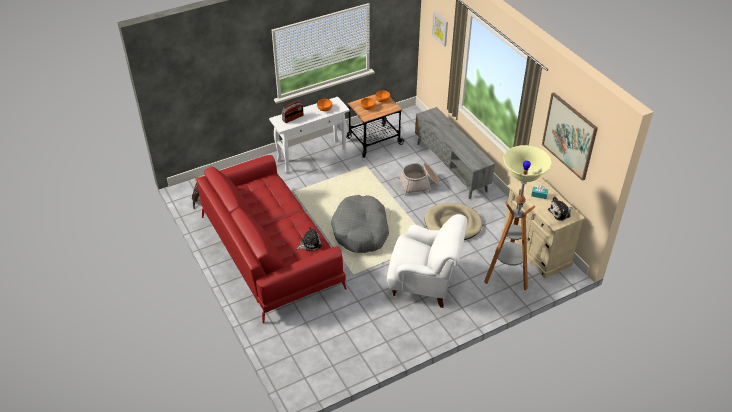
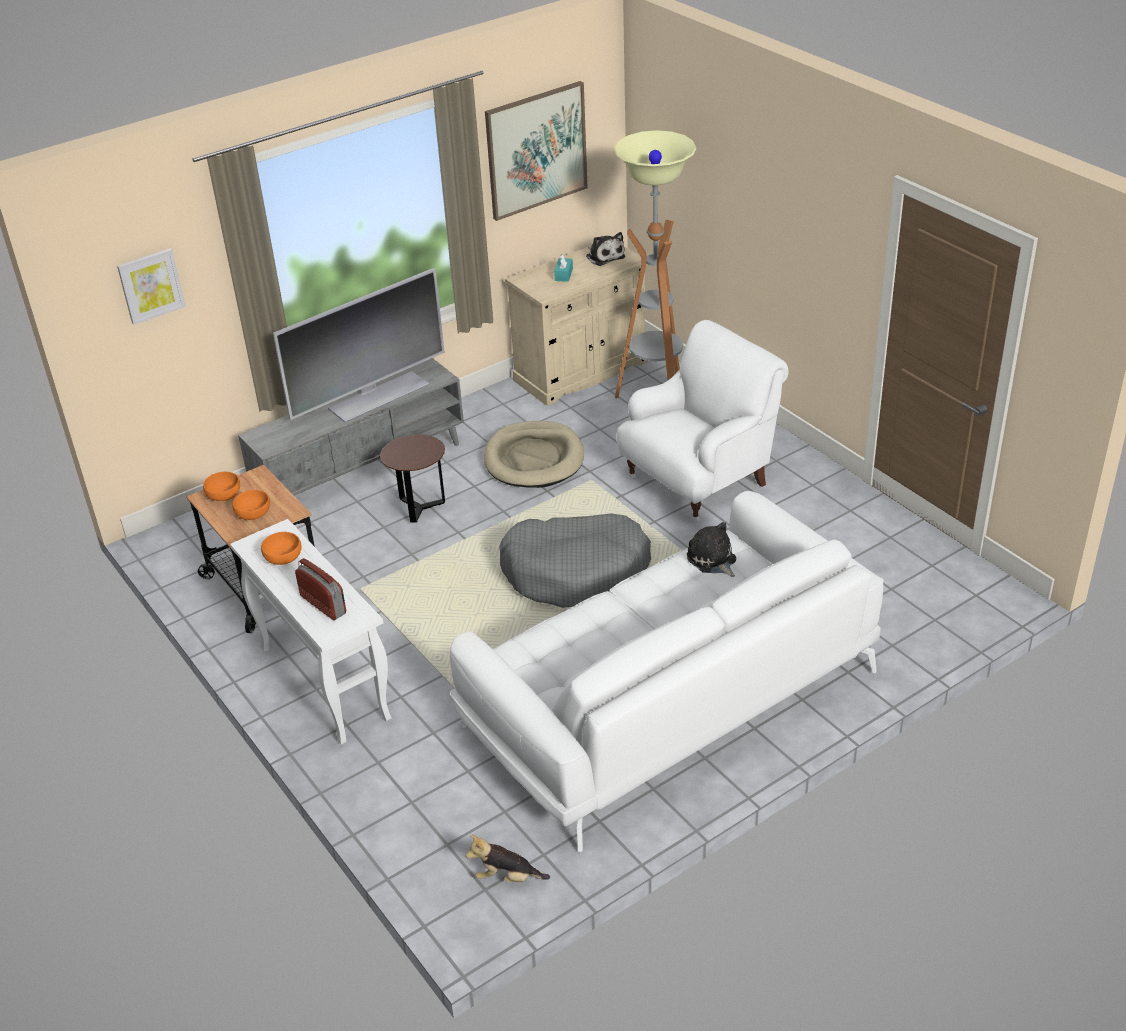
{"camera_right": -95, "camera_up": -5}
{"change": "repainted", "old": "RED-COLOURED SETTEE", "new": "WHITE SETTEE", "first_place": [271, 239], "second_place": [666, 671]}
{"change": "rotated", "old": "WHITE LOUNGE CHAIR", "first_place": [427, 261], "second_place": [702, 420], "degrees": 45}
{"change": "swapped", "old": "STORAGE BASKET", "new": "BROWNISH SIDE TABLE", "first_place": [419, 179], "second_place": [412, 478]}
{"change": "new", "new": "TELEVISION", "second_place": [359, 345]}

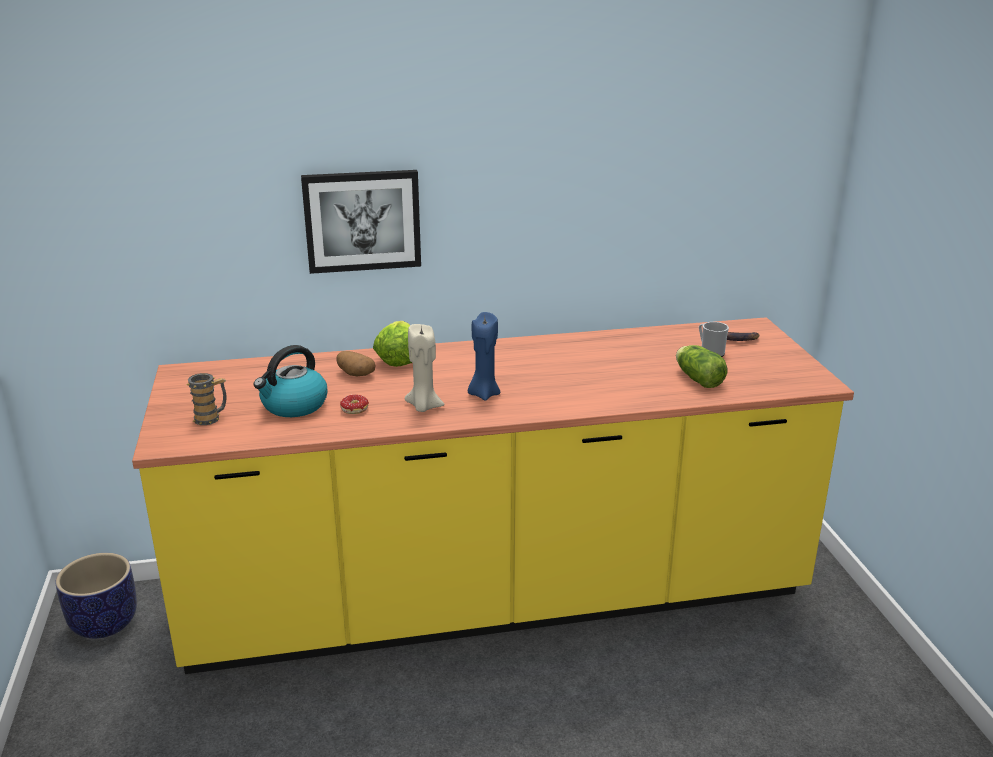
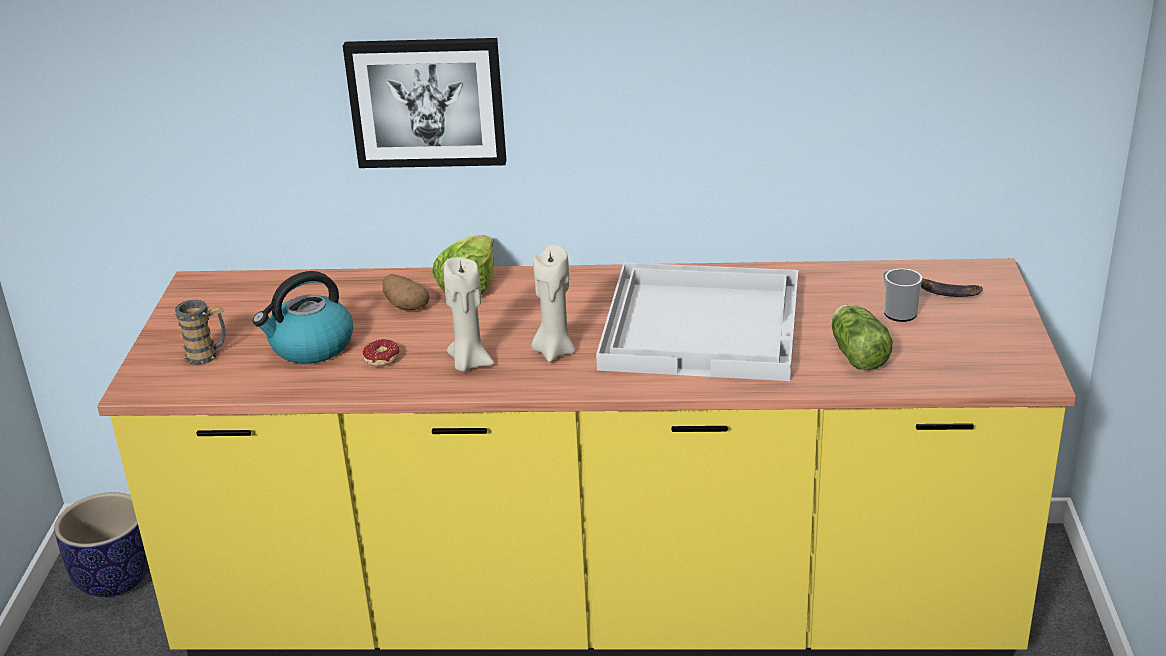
{"camera_right": 15, "camera_up": 5}
{"change": "repainted", "old": "BLUE-COLOURED WAX LIGHT", "new": "BEIGE-COLOURED WAX LIGHT", "first_place": [484, 356], "second_place": [553, 303]}
{"change": "new", "new": "WHITE CARRYING TRAY", "second_place": [697, 321]}

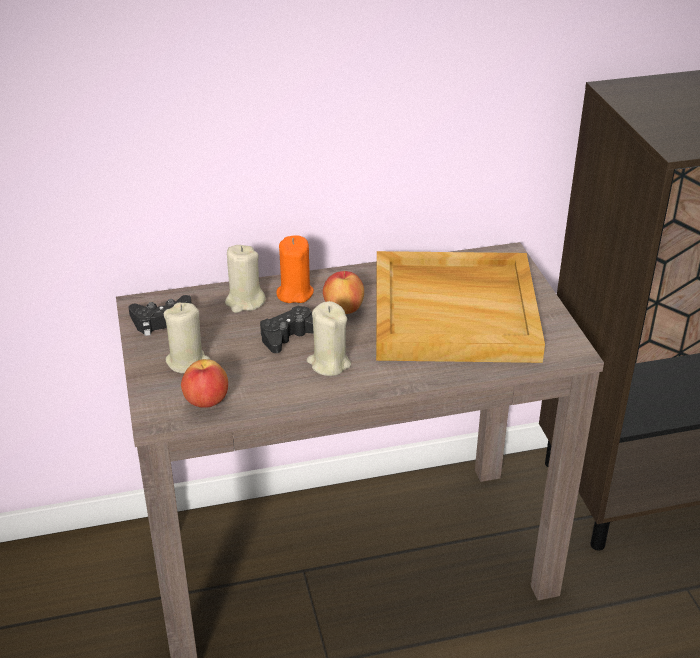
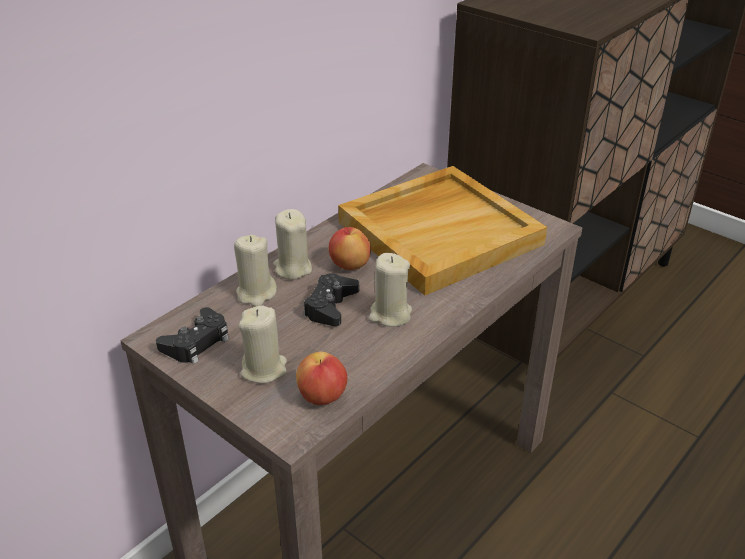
{"camera_right": -35, "camera_up": 0}
{"change": "repainted", "old": "ORANGEY WAX LIGHT", "new": "BEIGE-COLOURED WAX LIGHT", "first_place": [295, 269], "second_place": [292, 244]}

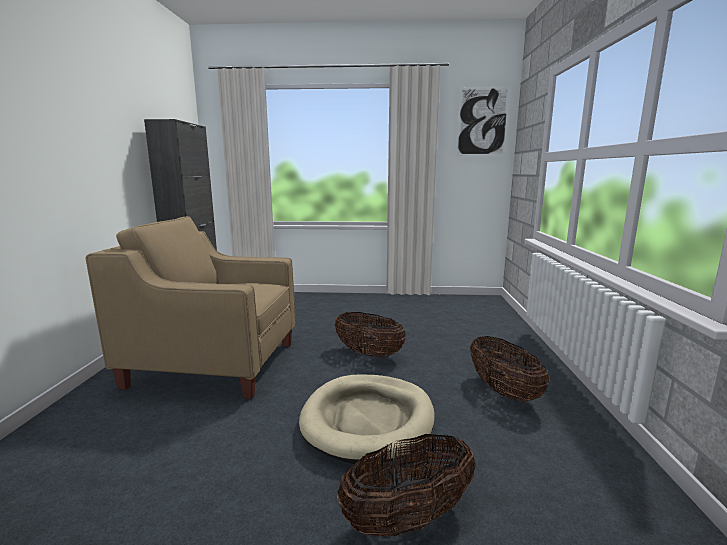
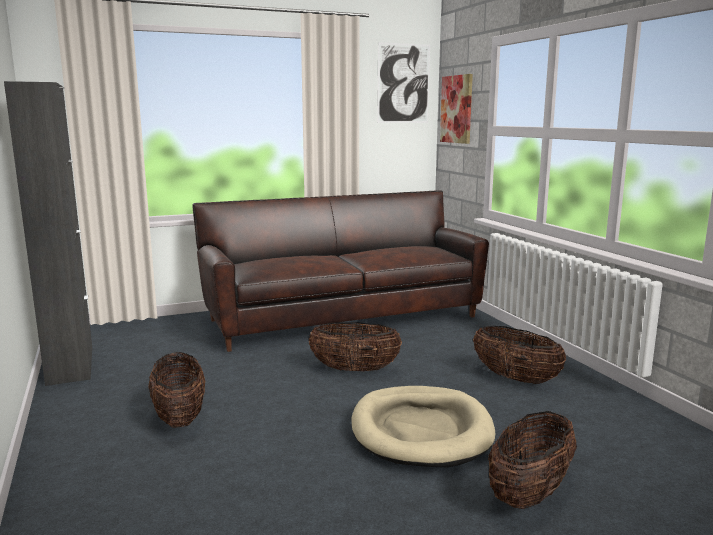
{"camera_right": -25, "camera_up": 0}
{"change": "swapped", "old": "BEIGE-COLOURED LOUNGE CHAIR", "new": "STORAGE BASKET", "first_place": [191, 307], "second_place": [176, 390]}
{"change": "new", "new": "BROWNISH SETTEE", "second_place": [340, 271]}
{"change": "new", "new": "PICTURE", "second_place": [456, 109]}

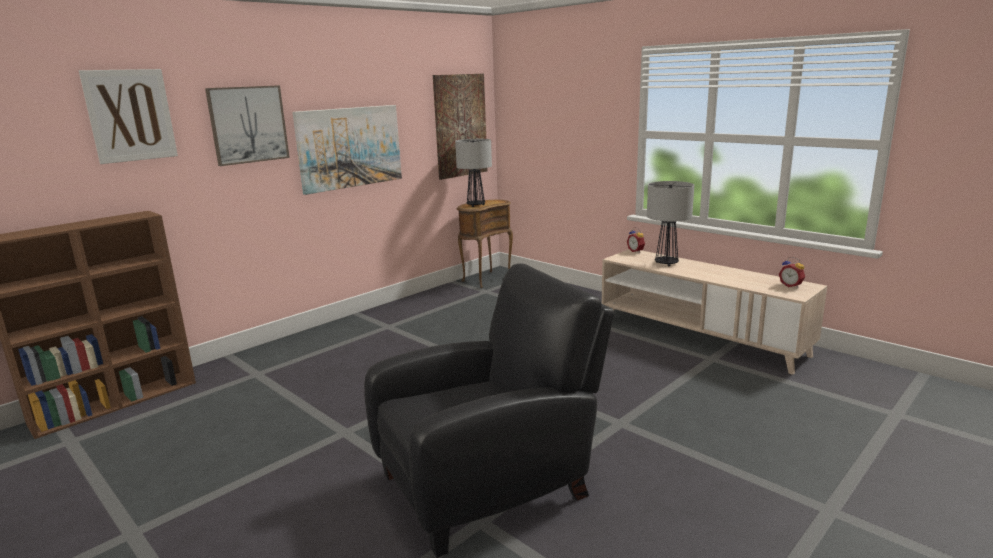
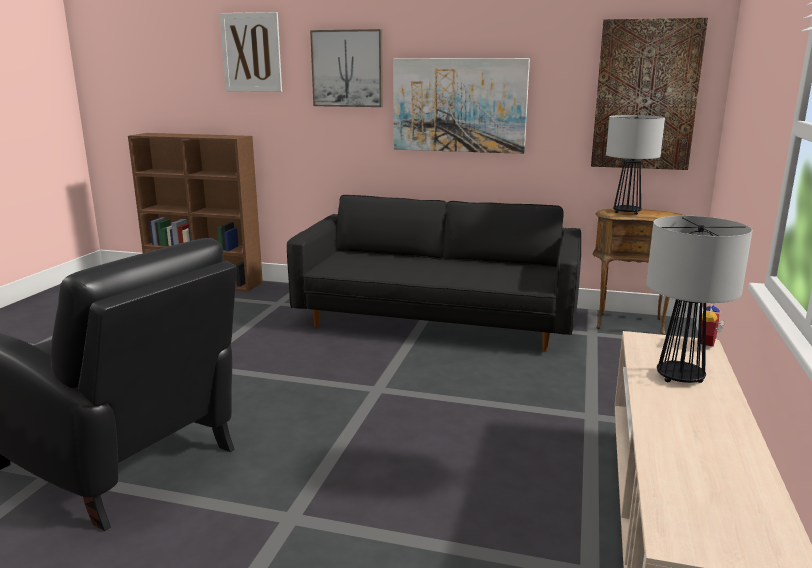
{"camera_right": 60, "camera_up": 0}
{"change": "gone", "old": "BEDSIDE CLOCK", "first_place": [792, 272]}
{"change": "new", "new": "BLACKISH SETTEE", "second_place": [434, 273]}

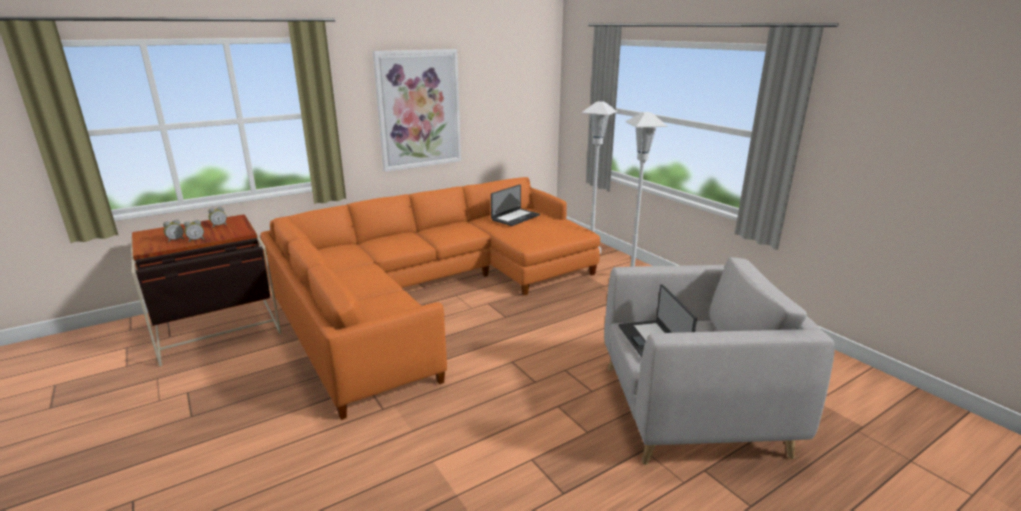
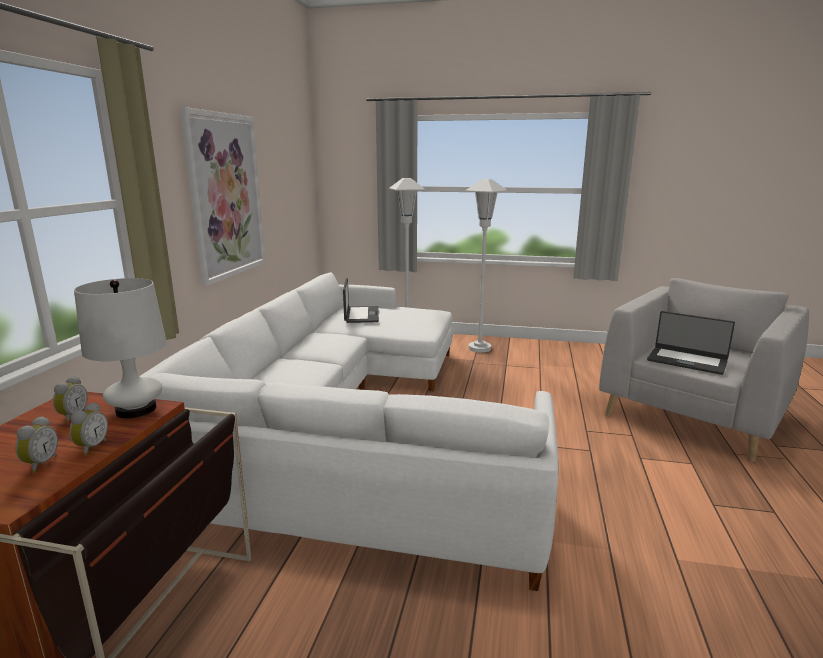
{"camera_right": -45, "camera_up": -5}
{"change": "repainted", "old": "ORANGEY SETTEE", "new": "WHITE SETTEE", "first_place": [430, 298], "second_place": [349, 431]}
{"change": "new", "new": "WHITE LAMP FOR A TABLE", "second_place": [120, 348]}

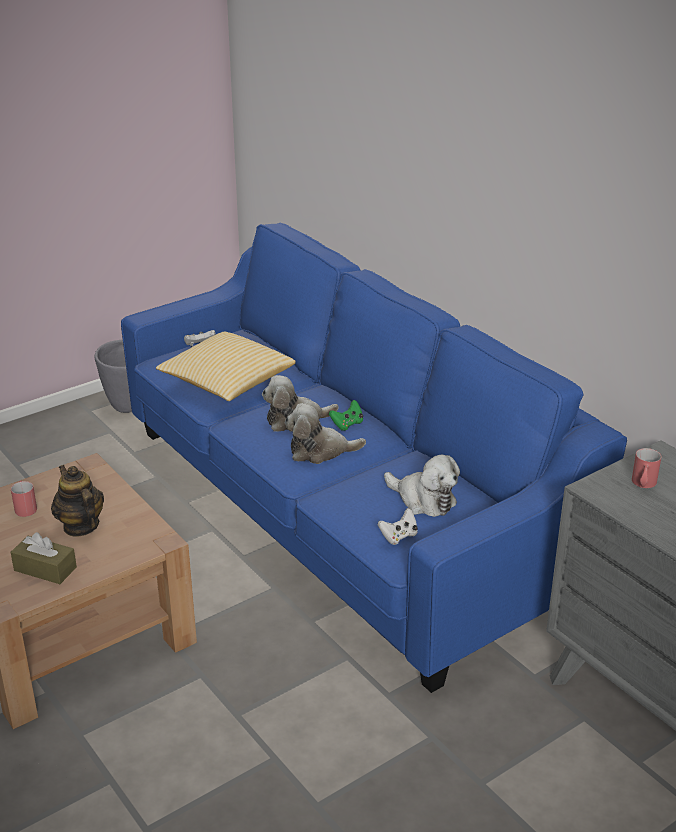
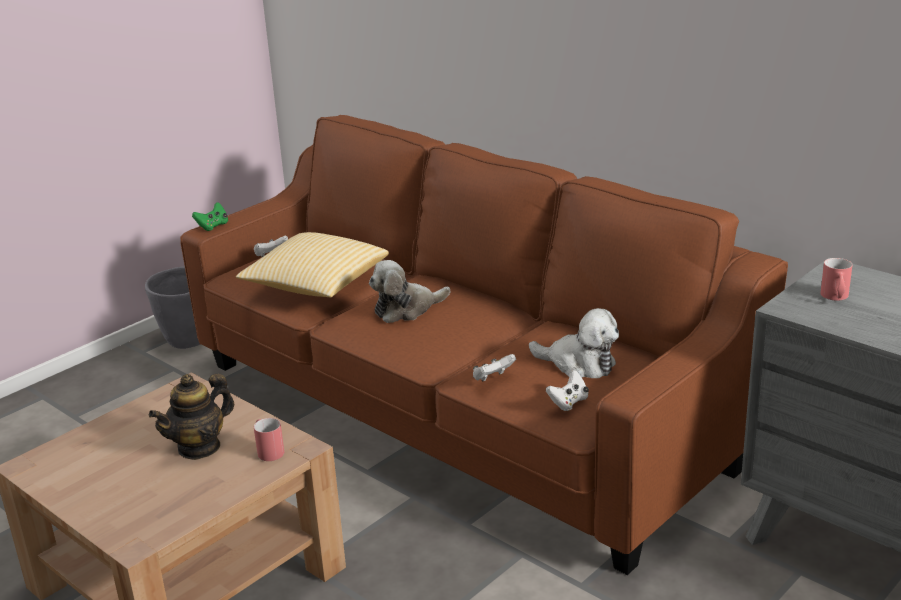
{"camera_right": -10, "camera_up": -5}
{"change": "shifted", "old": "RED-COLOURED COFFEE MUG", "first_place": [24, 499], "second_place": [269, 439]}
{"change": "gone", "old": "BROWNISH BOX OF TISSUES", "first_place": [44, 558]}
{"change": "rotated", "old": "POT FOR TEA", "first_place": [77, 501], "second_place": [191, 417], "degrees": -90}
{"change": "repainted", "old": "BLUE-COLOURED SETTEE", "new": "BROWNISH SETTEE", "first_place": [374, 458], "second_place": [484, 345]}
{"change": "gone", "old": "SOFT TOY", "first_place": [325, 433]}
{"change": "shifted", "old": "GREENISH JOYPAD", "first_place": [346, 415], "second_place": [210, 216]}
{"change": "new", "new": "WHITE JOYPAD", "second_place": [494, 368]}

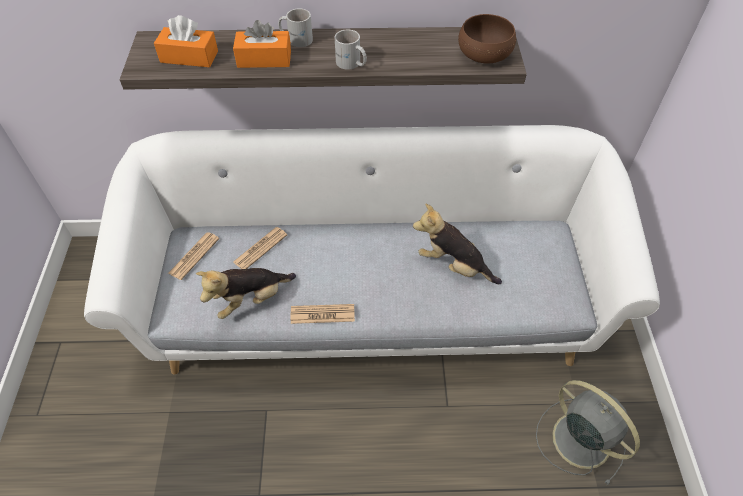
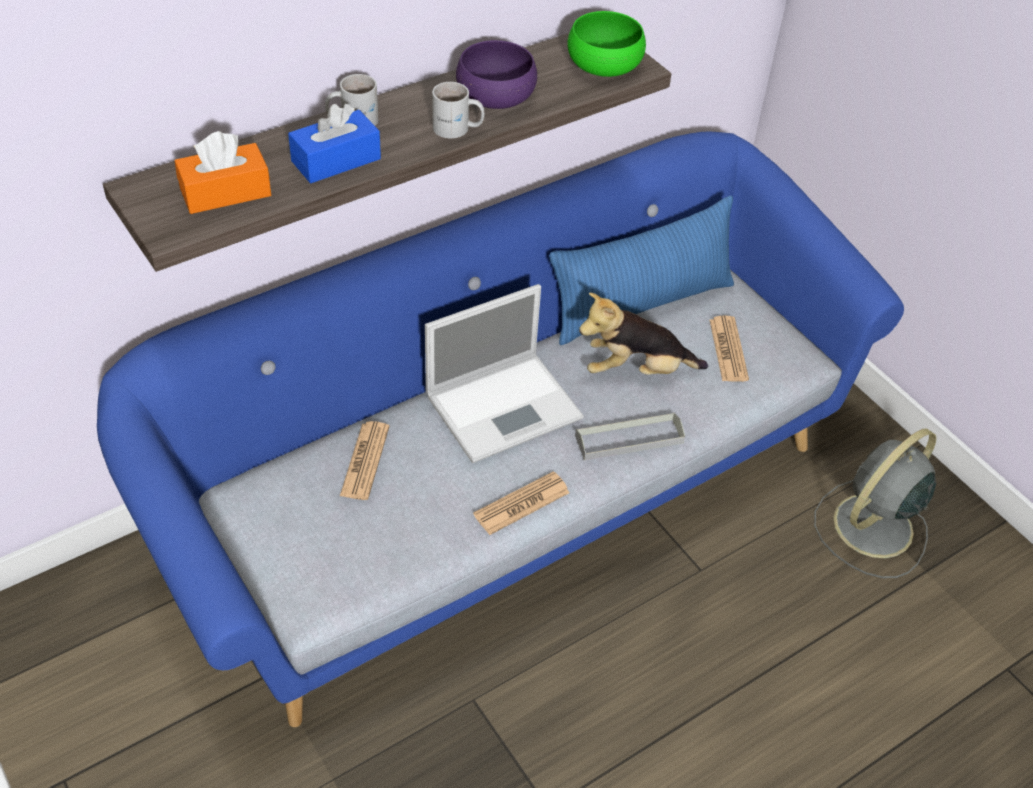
{"camera_right": -35, "camera_up": -5}
{"change": "repainted", "old": "WHITE SETTEE", "new": "BLUE-COLOURED SETTEE", "first_place": [372, 250], "second_place": [500, 429]}
{"change": "shifted", "old": "PRINTED PAPER", "first_place": [194, 256], "second_place": [729, 348]}
{"change": "gone", "old": "SOFT TOY", "first_place": [246, 293]}
{"change": "repainted", "old": "ORANGEY BOX OF TISSUES", "new": "BLUE-COLOURED BOX OF TISSUES", "first_place": [262, 44], "second_place": [334, 143]}
{"change": "repainted", "old": "BROWNISH BOWL", "new": "GREENISH BOWL", "first_place": [487, 38], "second_place": [606, 44]}
{"change": "rotated", "old": "GREYISH ELECTRIC FAN", "first_place": [588, 432], "second_place": [875, 503], "degrees": -60}
{"change": "new", "new": "PORTABLE COMPUTER", "second_place": [504, 373]}
{"change": "new", "new": "PURPLISH BOWL", "second_place": [496, 74]}
{"change": "new", "new": "BLUE-COLOURED PILLOW", "second_place": [641, 270]}
{"change": "new", "new": "GREYISH CARRYING TRAY", "second_place": [630, 436]}

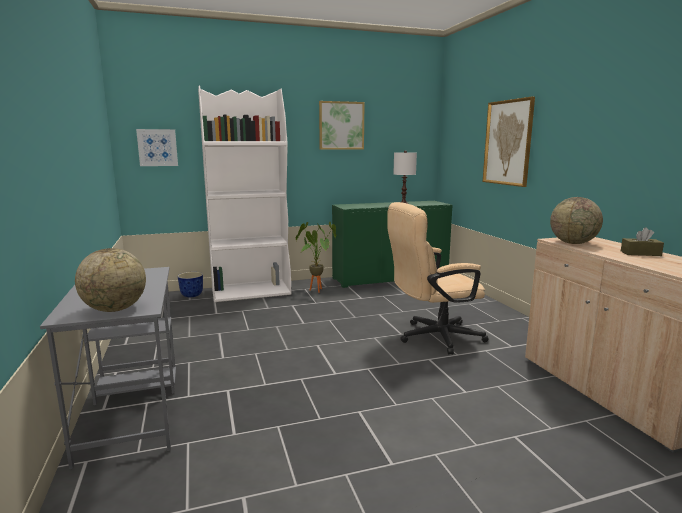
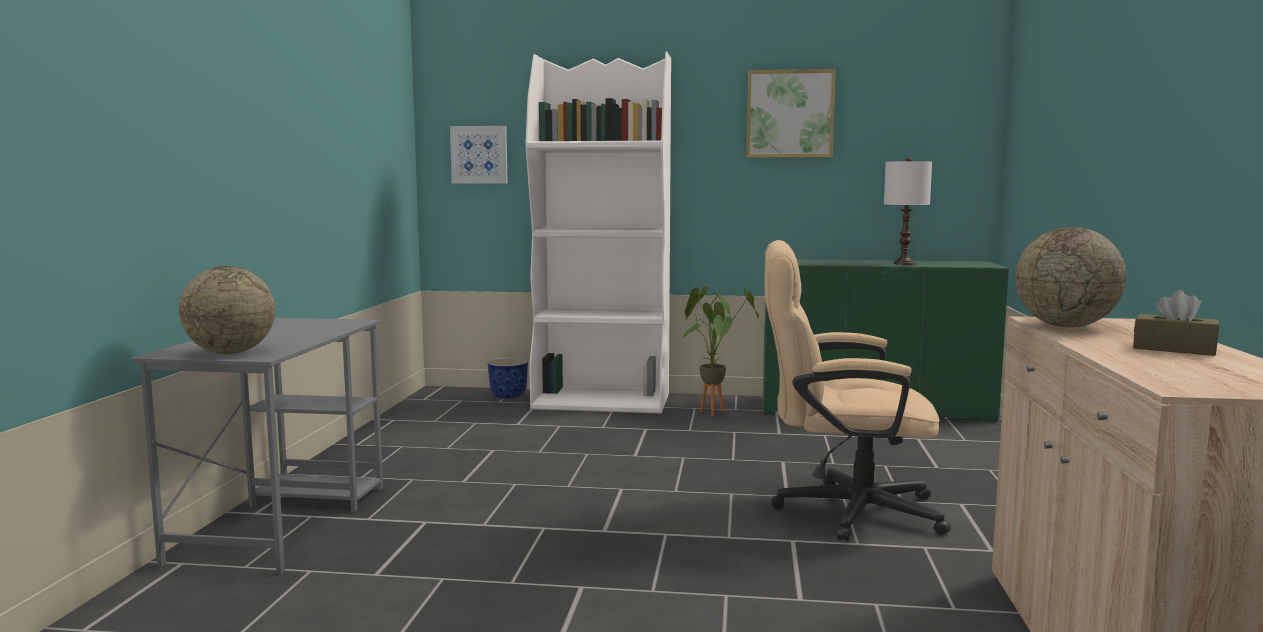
{"camera_right": 25, "camera_up": -5}
{"change": "gone", "old": "PICTURE", "first_place": [509, 142]}

